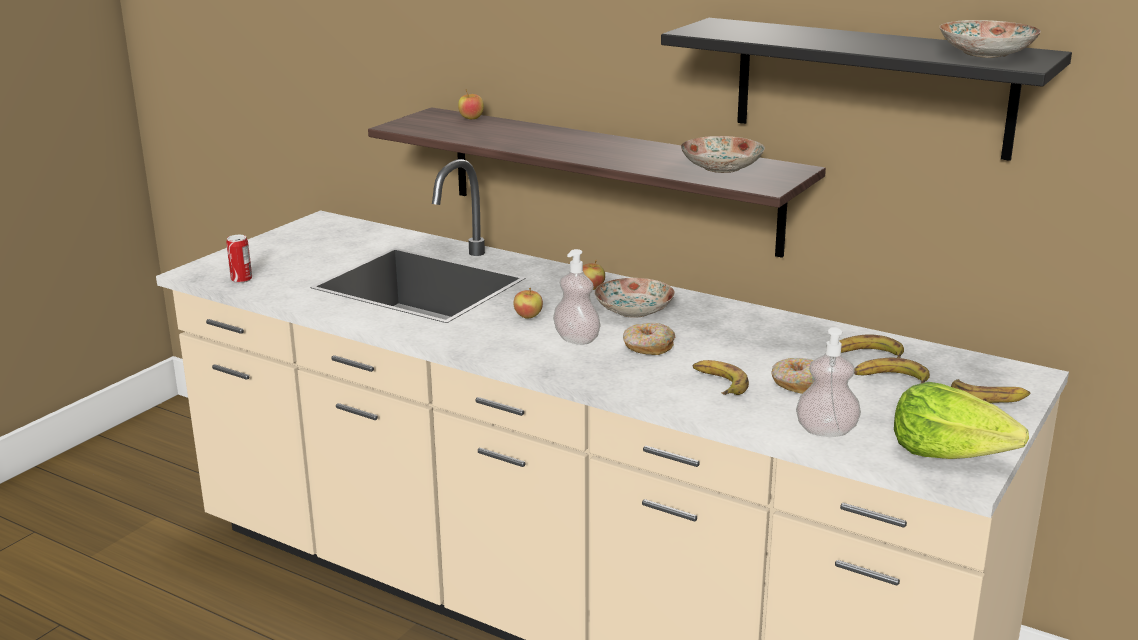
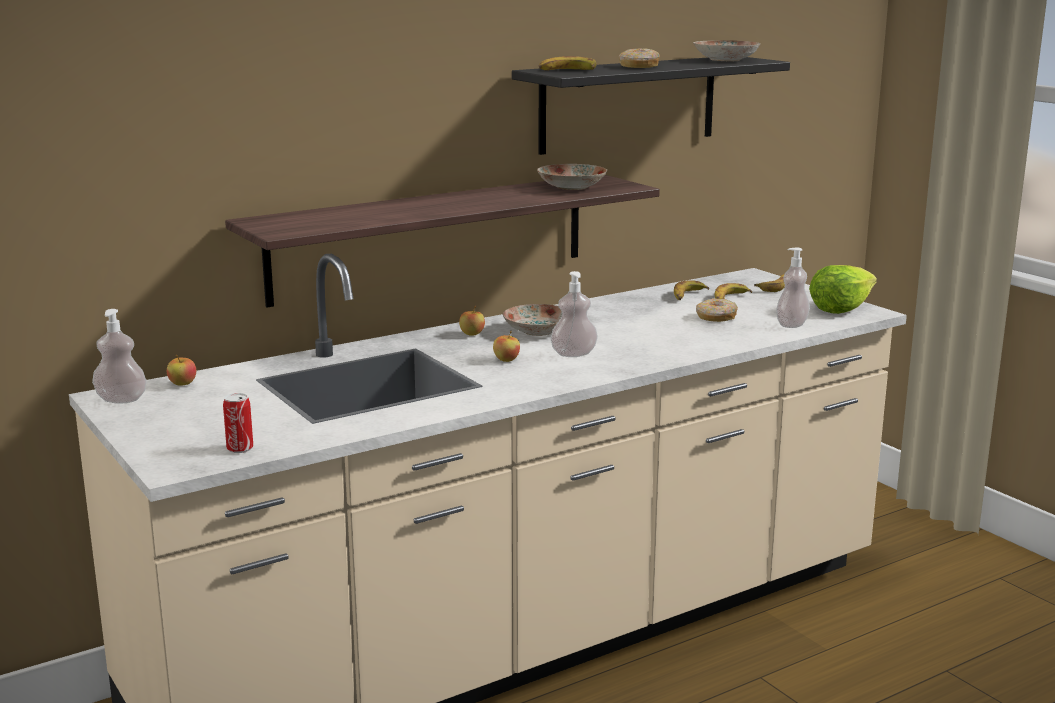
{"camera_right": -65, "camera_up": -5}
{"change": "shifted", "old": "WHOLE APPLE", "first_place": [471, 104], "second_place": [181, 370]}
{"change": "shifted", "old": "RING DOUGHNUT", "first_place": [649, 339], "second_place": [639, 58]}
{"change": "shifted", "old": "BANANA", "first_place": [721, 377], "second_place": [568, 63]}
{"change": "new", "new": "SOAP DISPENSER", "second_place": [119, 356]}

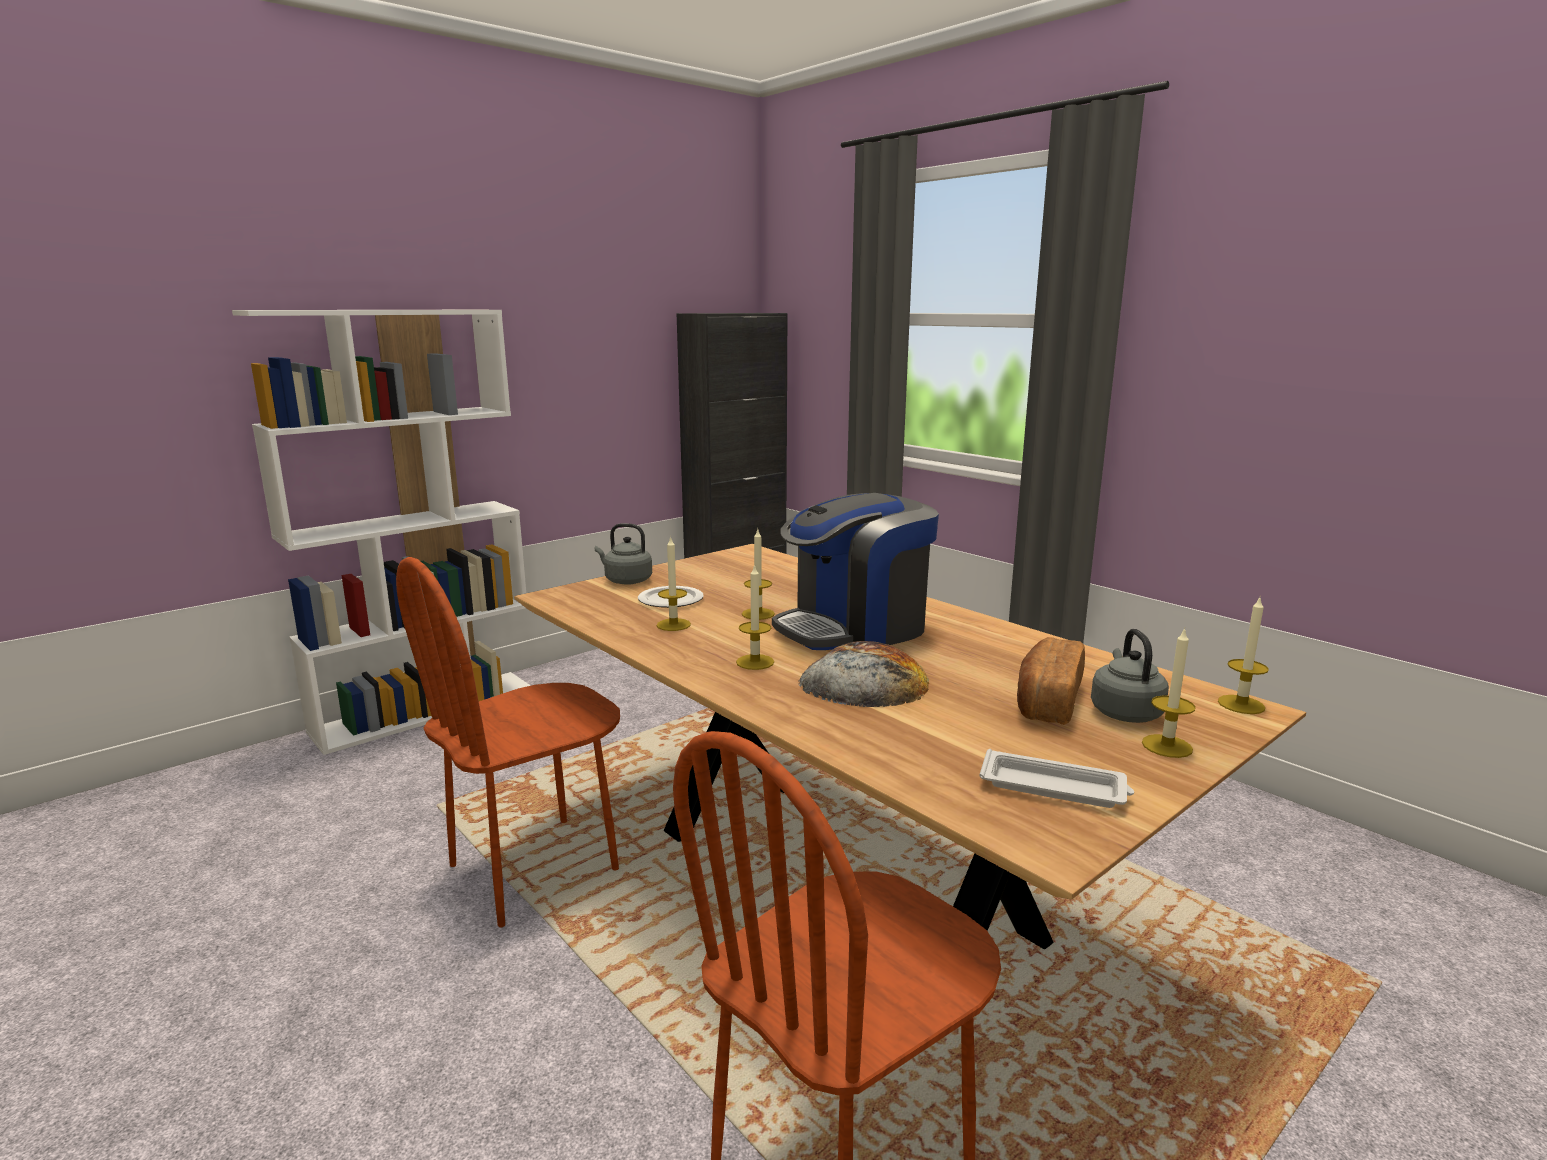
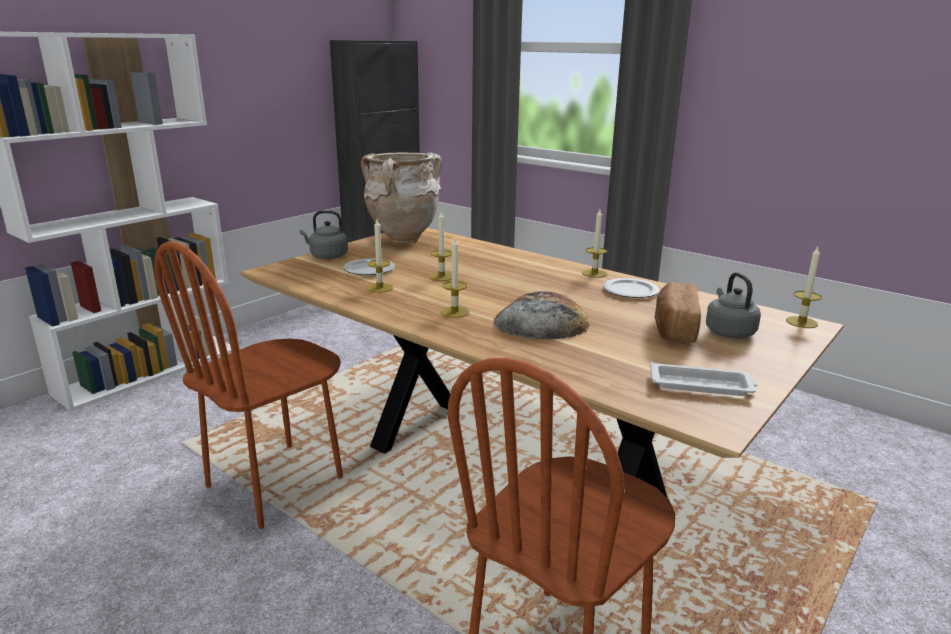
{"camera_right": -10, "camera_up": 5}
{"change": "gone", "old": "COFFEE MACHINE", "first_place": [855, 571]}
{"change": "shifted", "old": "WAX LIGHT", "first_place": [1169, 693], "second_place": [594, 243]}
{"change": "new", "new": "BEIGE-COLOURED VASE", "second_place": [401, 198]}
{"change": "new", "new": "DINNER PLATE", "second_place": [631, 288]}

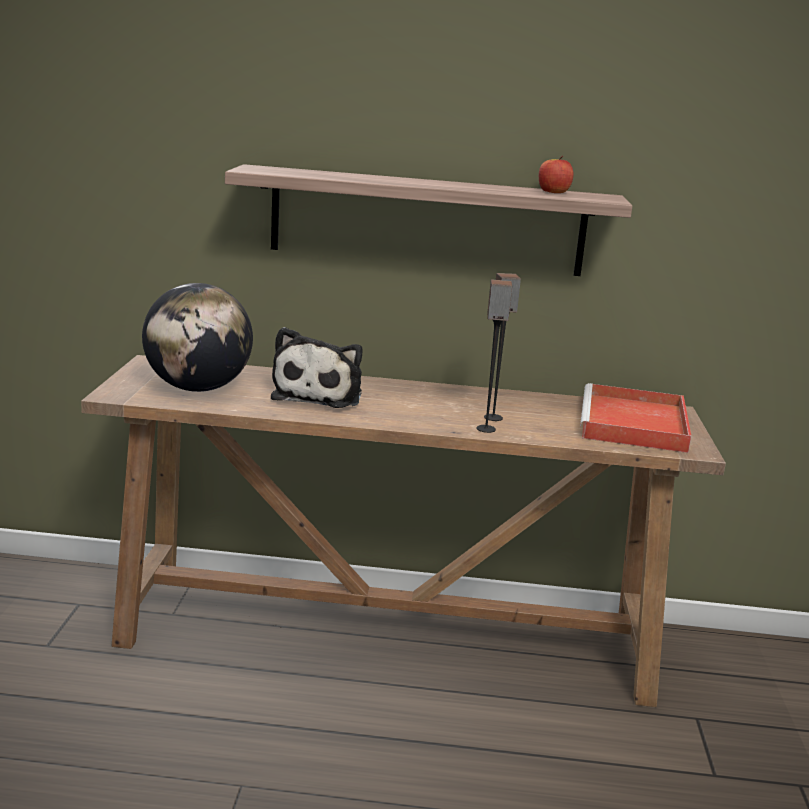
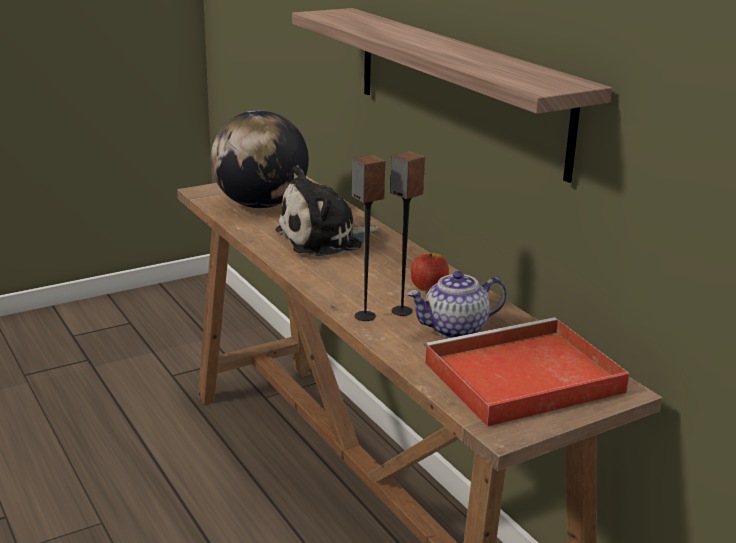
{"camera_right": 55, "camera_up": 5}
{"change": "shifted", "old": "WHOLE APPLE", "first_place": [556, 174], "second_place": [429, 272]}
{"change": "new", "new": "POT FOR TEA", "second_place": [457, 304]}

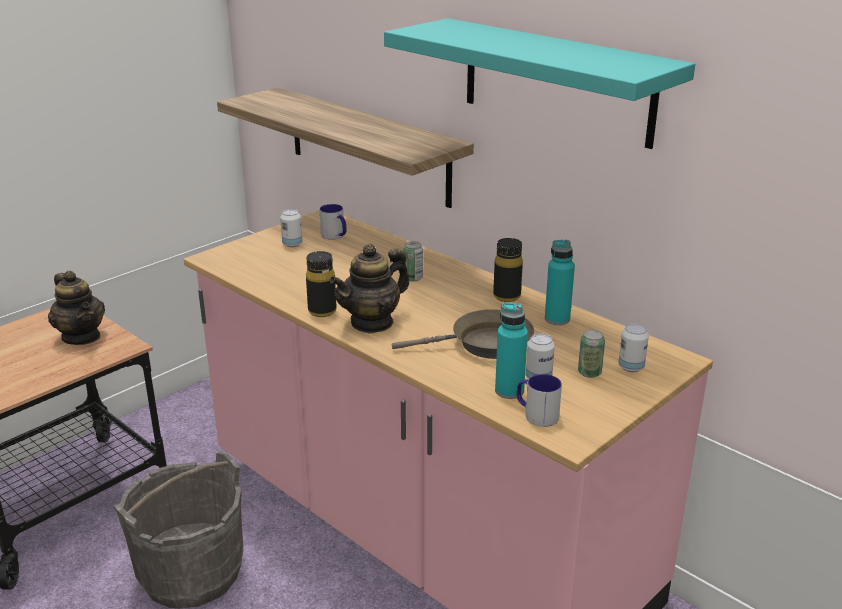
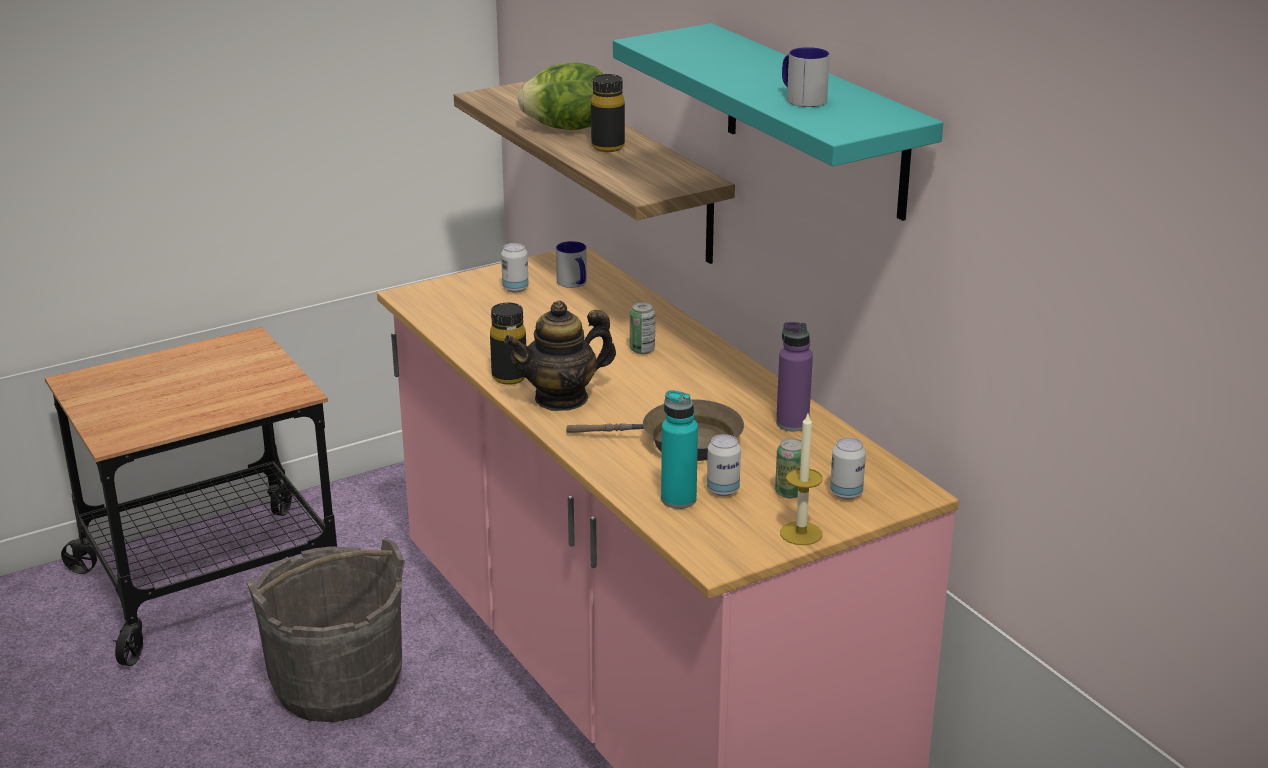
{"camera_right": 15, "camera_up": 0}
{"change": "gone", "old": "POT FOR TEA", "first_place": [76, 308]}
{"change": "shifted", "old": "BLACKISH BOTTLE", "first_place": [508, 270], "second_place": [608, 113]}
{"change": "shifted", "old": "COFFEE MUG", "first_place": [539, 400], "second_place": [806, 77]}
{"change": "repainted", "old": "BLUE-GREEN BOTTLE", "new": "PURPLISH BOTTLE", "first_place": [560, 282], "second_place": [794, 377]}
{"change": "new", "new": "HEAD OF LETTUCE", "second_place": [560, 96]}
{"change": "new", "new": "WAX LIGHT", "second_place": [801, 479]}

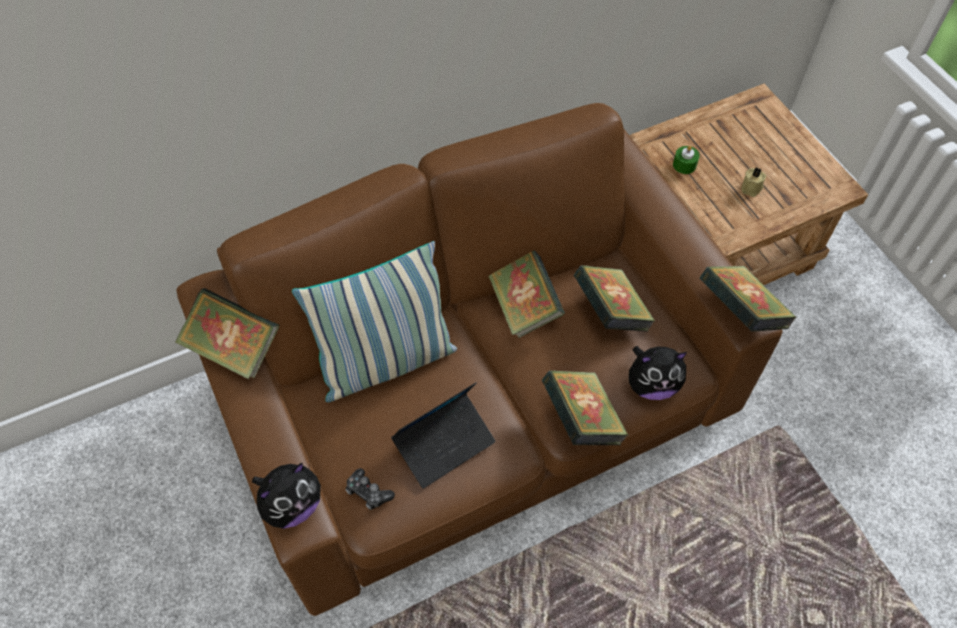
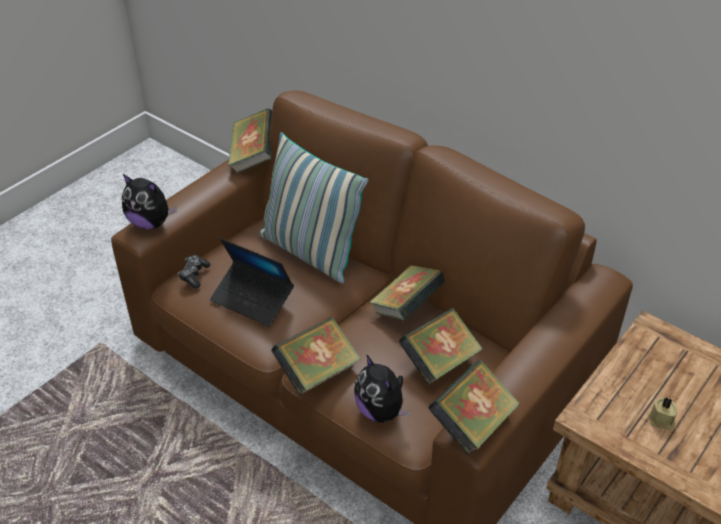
{"camera_right": 65, "camera_up": -15}
{"change": "gone", "old": "GREENISH WAX LIGHT", "first_place": [686, 159]}

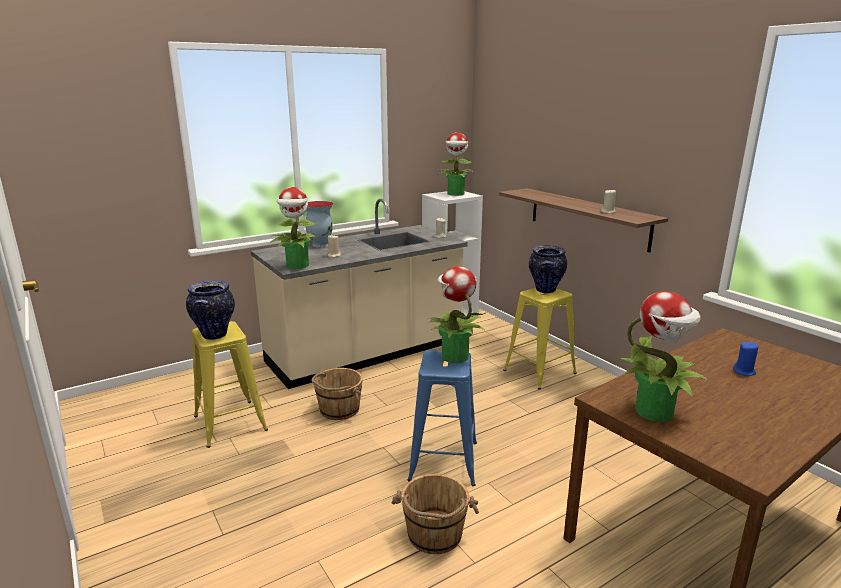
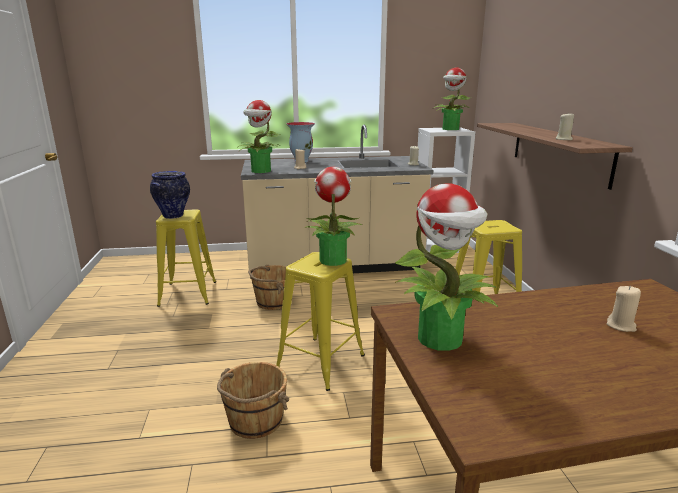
{"camera_right": 25, "camera_up": 0}
{"change": "repainted", "old": "BLUE-COLOURED SITTING STOOL", "new": "YELLOW-COLOURED SITTING STOOL", "first_place": [442, 418], "second_place": [320, 321]}
{"change": "gone", "old": "VASE", "first_place": [548, 269]}
{"change": "repainted", "old": "BLUE-COLOURED WAX LIGHT", "new": "BEIGE-COLOURED WAX LIGHT", "first_place": [745, 359], "second_place": [624, 309]}

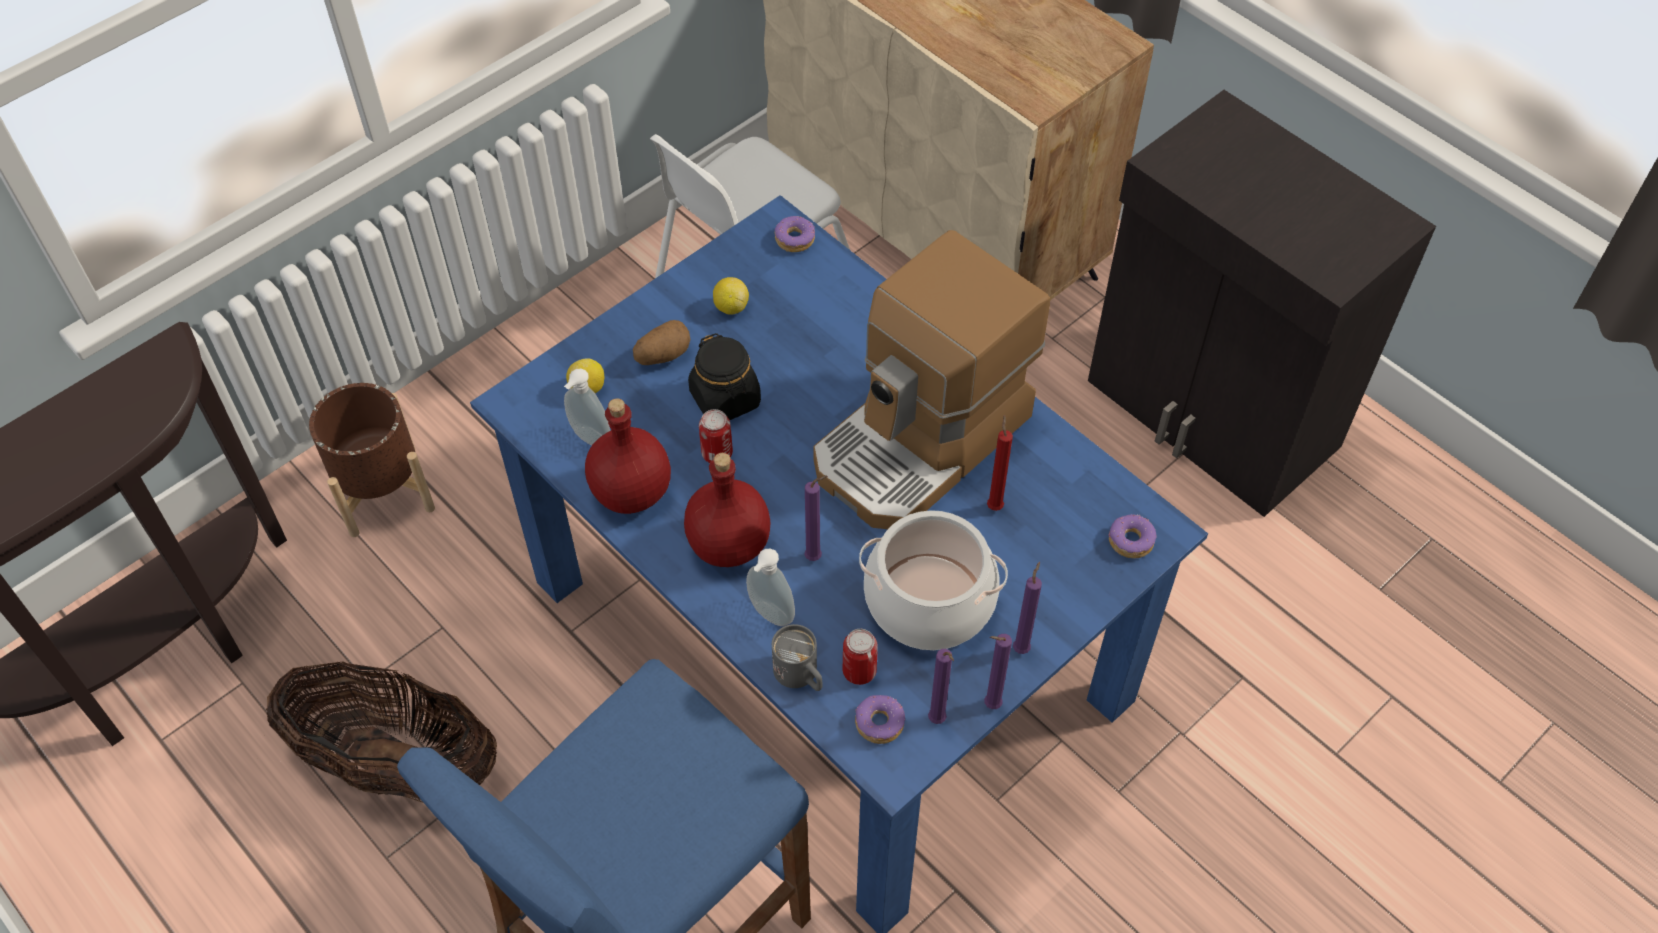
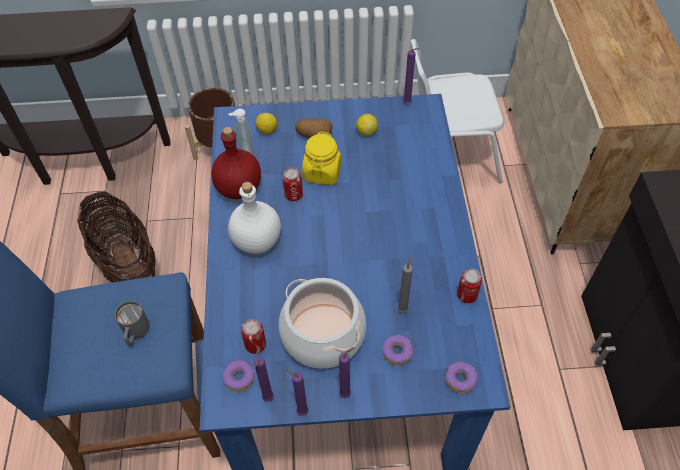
{"camera_right": 40, "camera_up": 0}
{"change": "repainted", "old": "RED-COLOURED BOTTLE", "new": "WHITE BOTTLE", "first_place": [727, 510], "second_place": [254, 218]}
{"change": "repainted", "old": "BLACKISH JAR", "new": "YELLOW-COLOURED JAR", "first_place": [724, 376], "second_place": [322, 158]}
{"change": "gone", "old": "SOAP DISPENSER", "first_place": [770, 587]}
{"change": "shifted", "old": "GREYISH COFFEE MUG", "first_place": [797, 657], "second_place": [132, 323]}
{"change": "shifted", "old": "RING DOUGHNUT", "first_place": [795, 234], "second_place": [397, 349]}
{"change": "shifted", "old": "PURPLISH WAX LIGHT", "first_place": [815, 518], "second_place": [411, 75]}
{"change": "gone", "old": "COFFEE MACHINE", "first_place": [931, 379]}
{"change": "repainted", "old": "RED-COLOURED WAX LIGHT", "new": "GREYISH WAX LIGHT", "first_place": [1000, 463], "second_place": [405, 284]}
{"change": "new", "new": "SEALED CAN", "second_place": [469, 286]}

